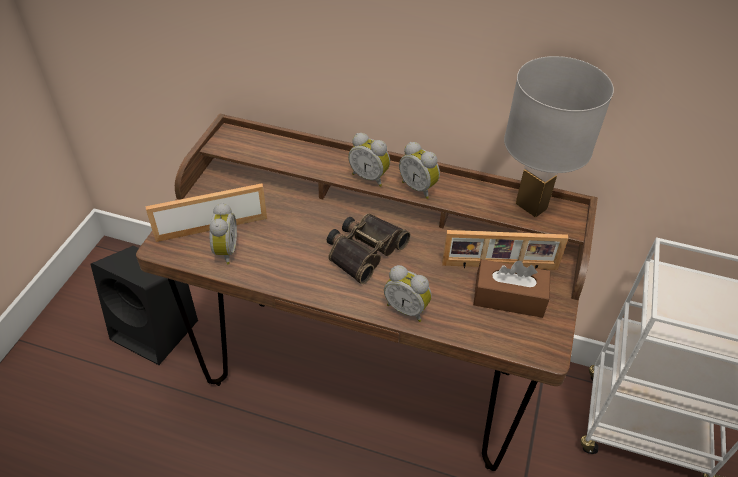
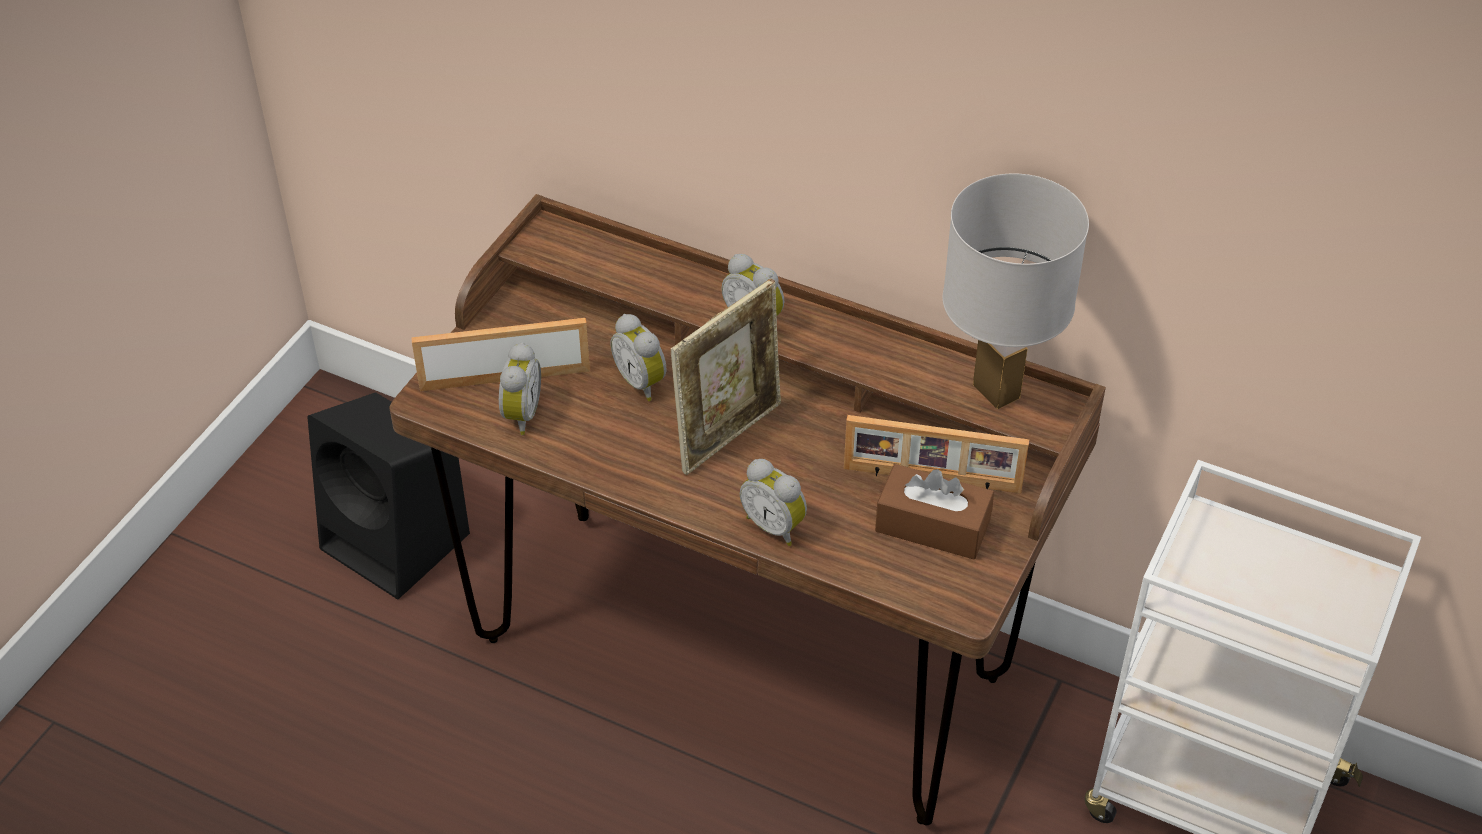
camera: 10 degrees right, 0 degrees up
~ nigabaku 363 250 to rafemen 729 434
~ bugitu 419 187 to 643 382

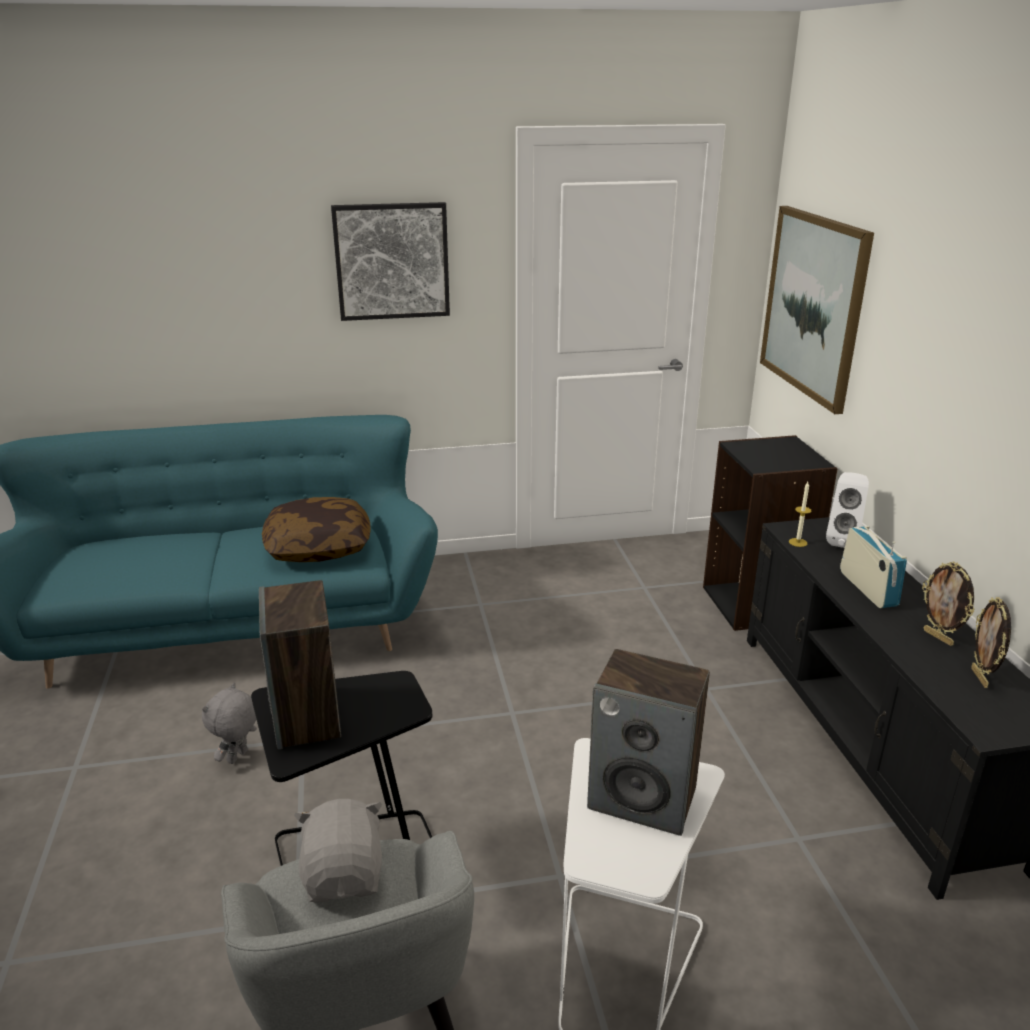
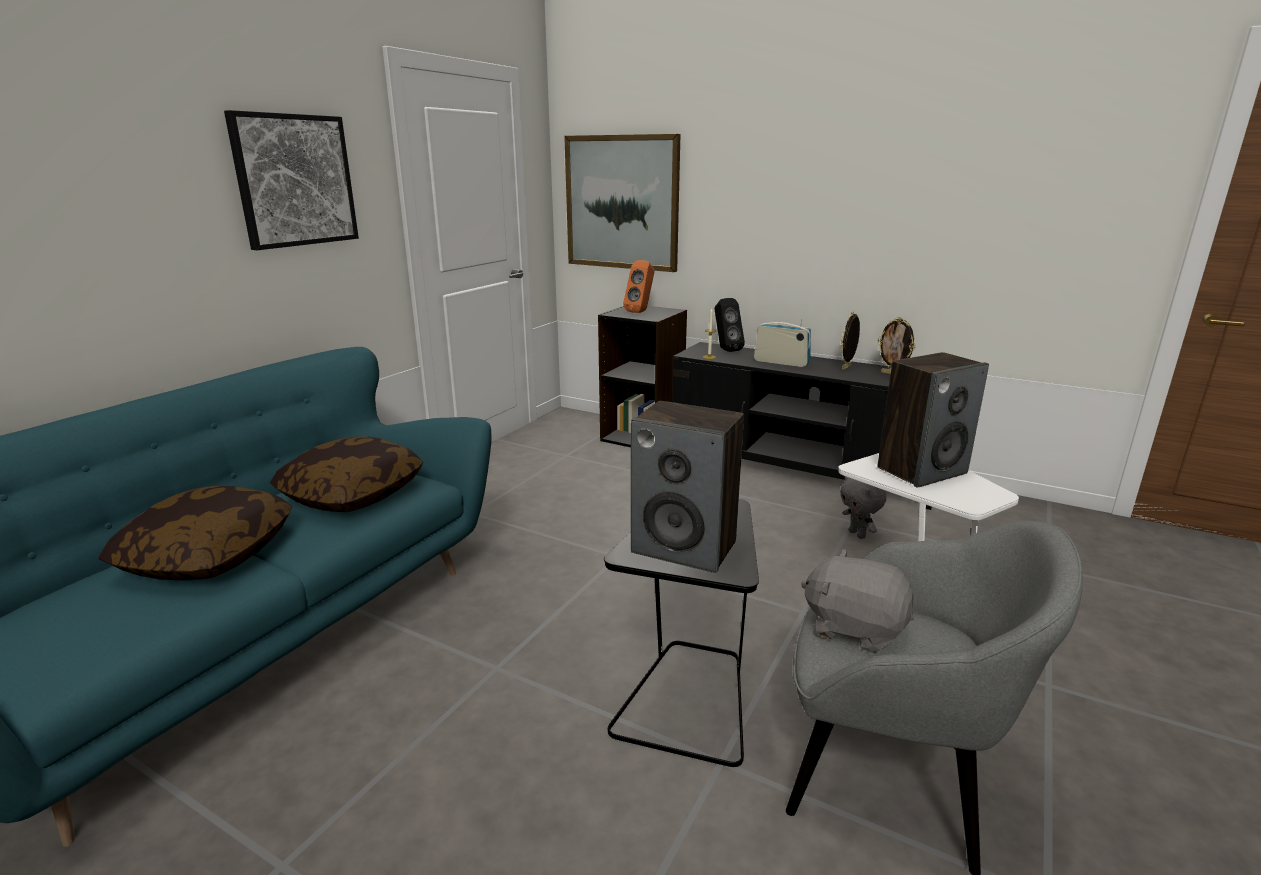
camera: 50 degrees left, 5 degrees down
~ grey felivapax 238 757 to 858 534
~ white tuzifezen 842 541 to black tuzifezen 725 350
~ rafemen 938 637 = 847 367 120 degrees clockwise
+ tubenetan 209 555
+ orange tuzifezen 641 312

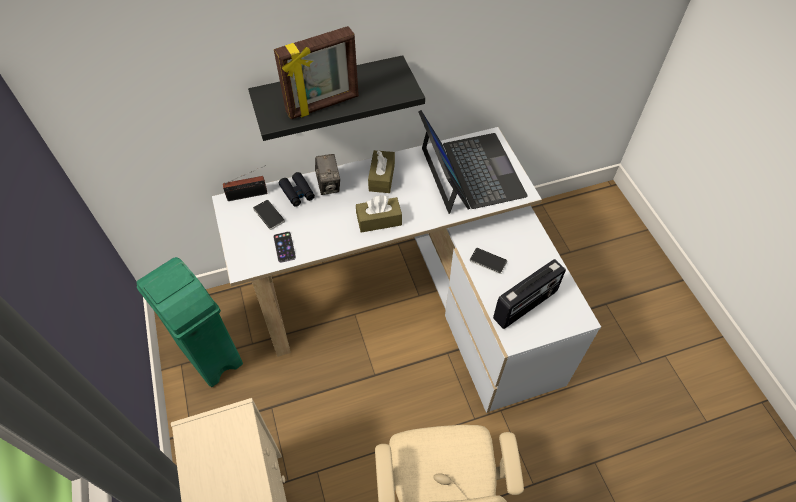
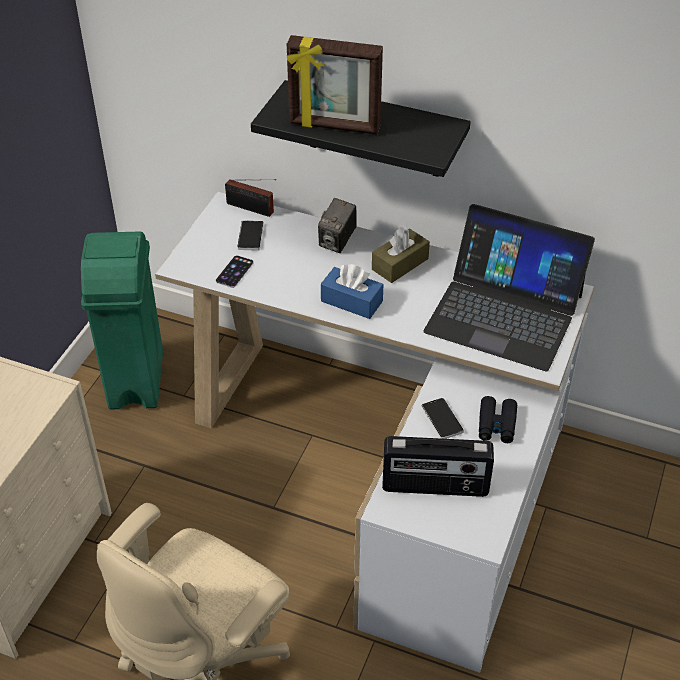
camera: 40 degrees right, 10 degrees down
~ black nigabaku 297 193 to 496 425
~ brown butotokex 379 220 to blue butotokex 351 301
~ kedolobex 470 172 = 504 313 90 degrees clockwise

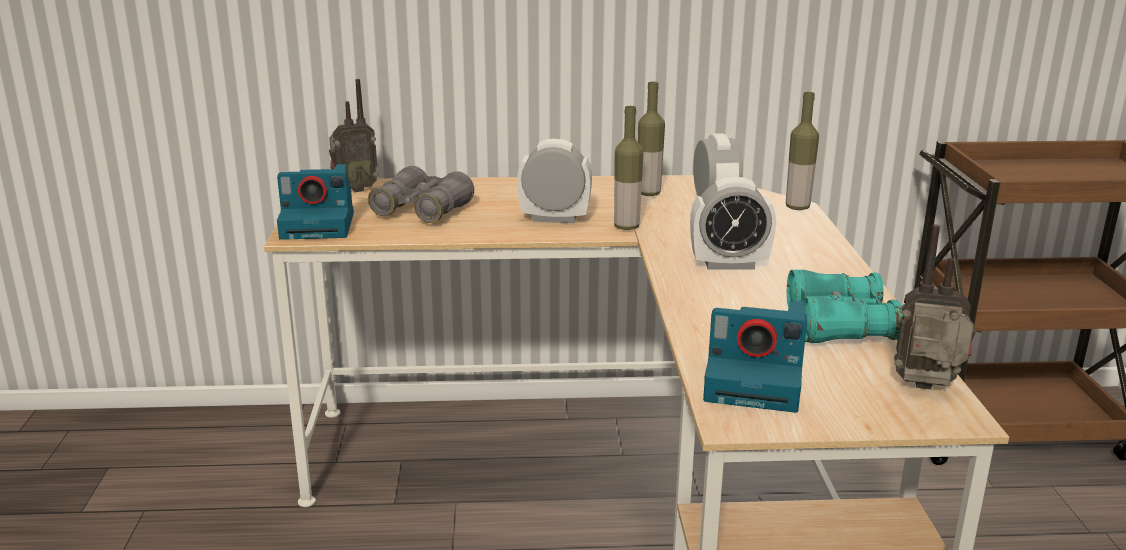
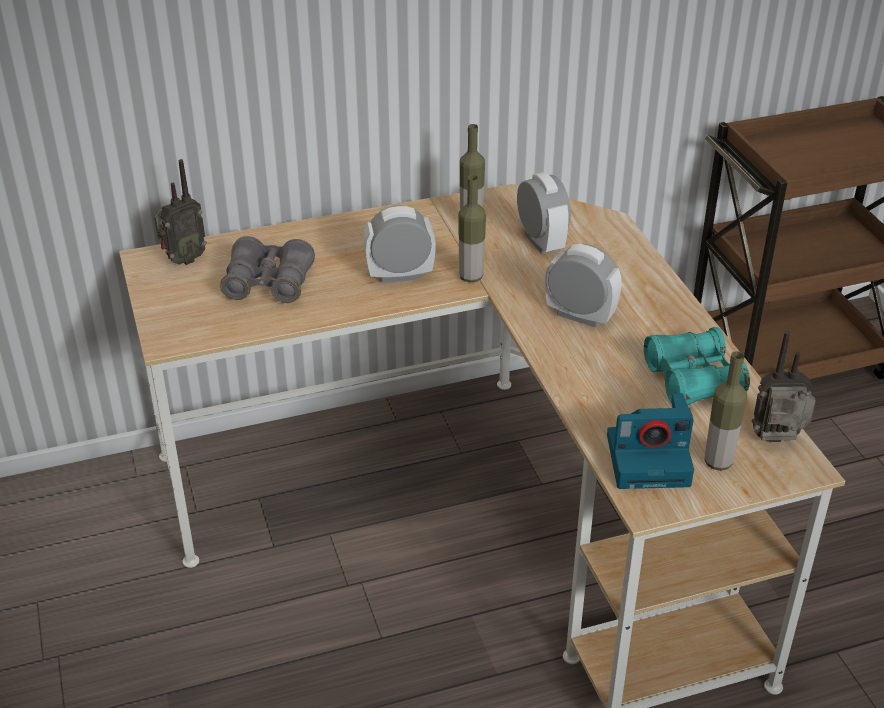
camera: 15 degrees left, 15 degrees up
- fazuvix 320 225
~ bugitu 729 264 = 580 315 135 degrees counterclockwise
~ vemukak 797 207 to 718 462

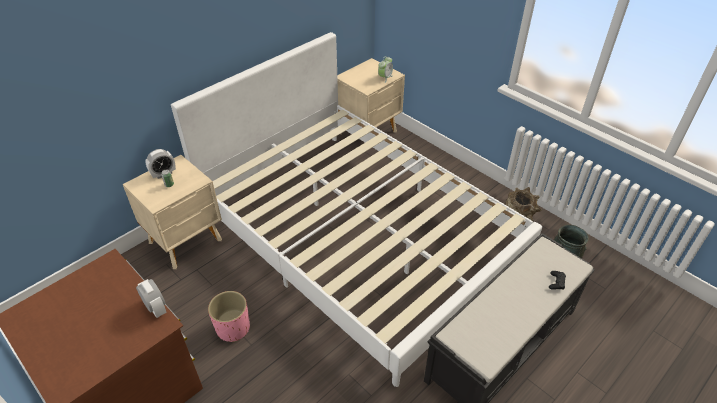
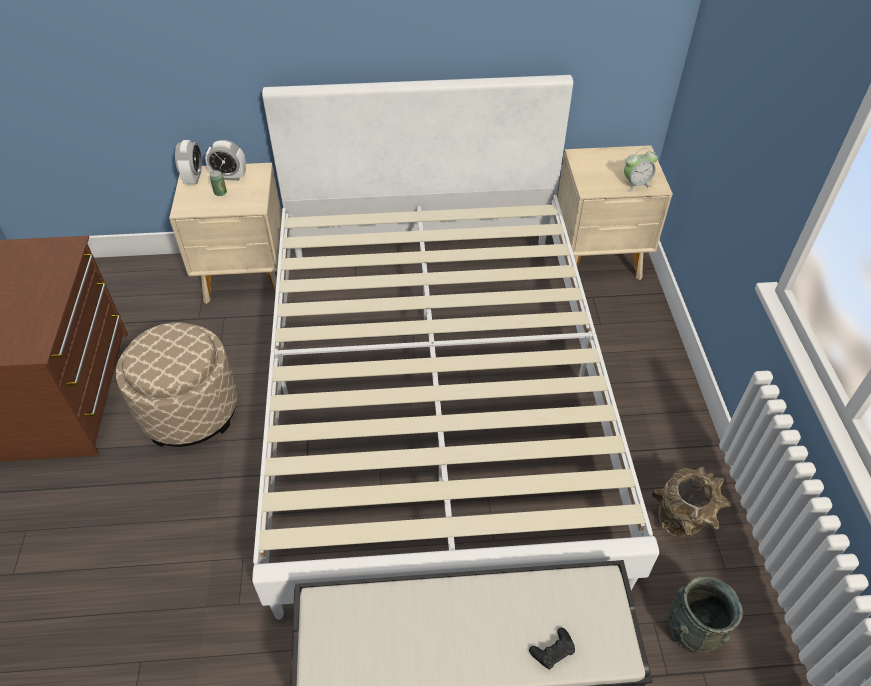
camera: 40 degrees right, 5 degrees up
~ bugitu 156 308 to 193 177
~ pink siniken 233 328 to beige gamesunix 190 410

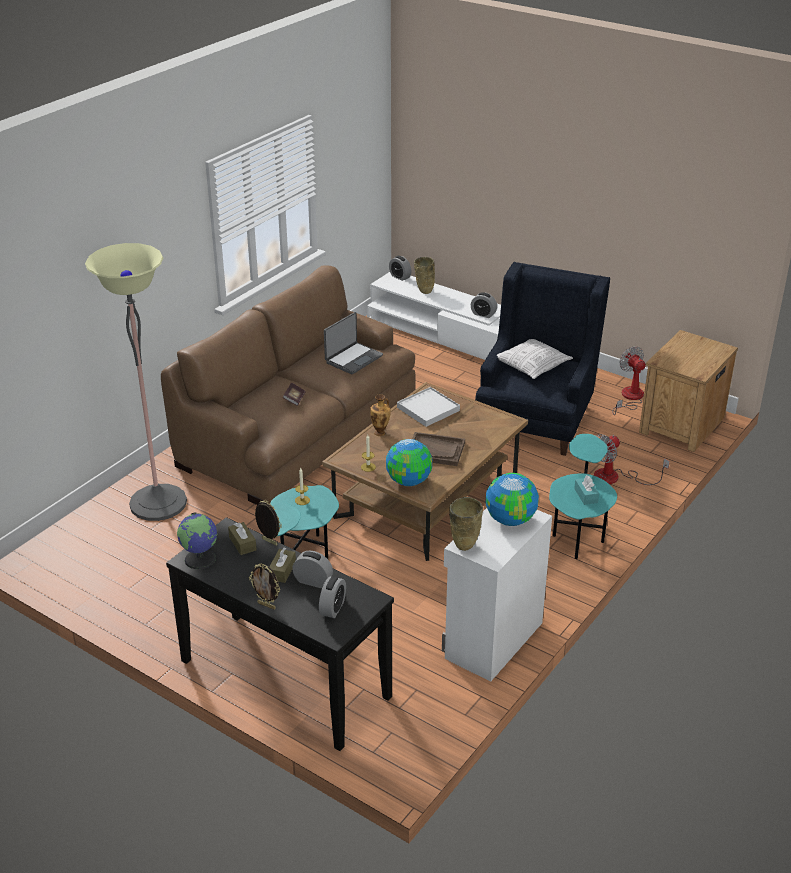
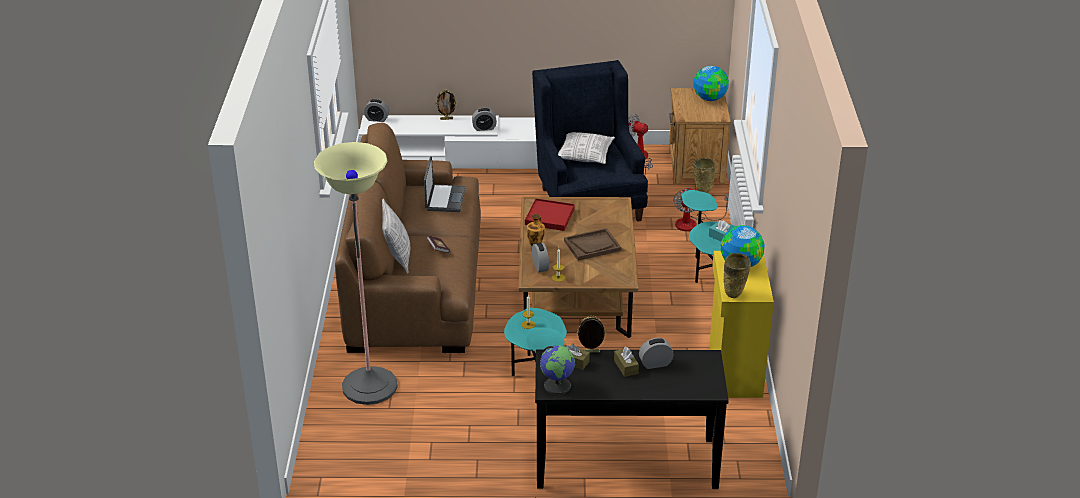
camera: 35 degrees left, 0 degrees up
~ rafemen 267 605 to 446 119
~ bugitu 333 608 to 540 266
~ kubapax 409 481 to 710 98
~ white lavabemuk 428 409 to red lavabemuk 549 217
~ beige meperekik 424 291 to 702 191
~ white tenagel 492 640 to yellow tenagel 734 370
+ tubenetan 397 257

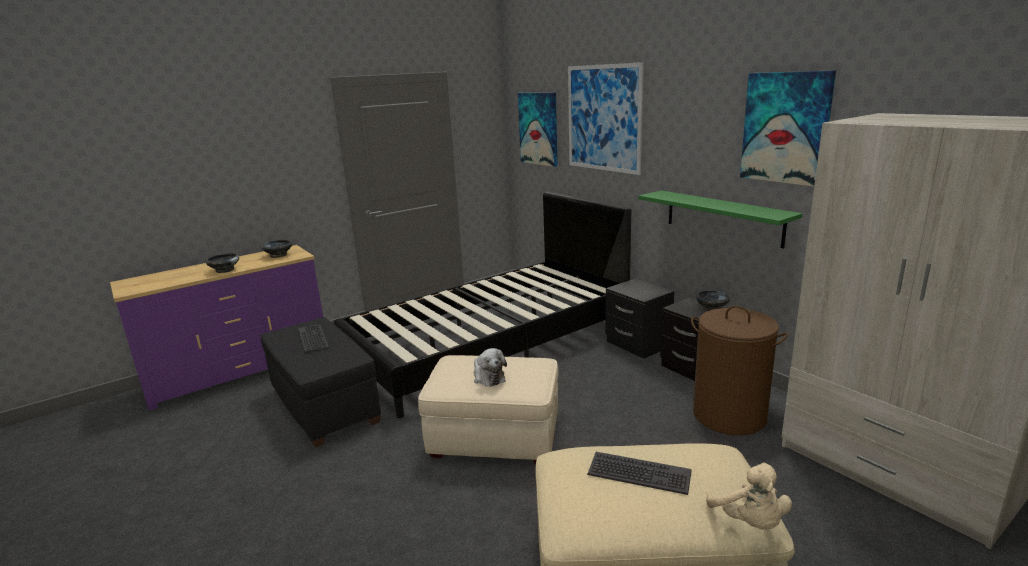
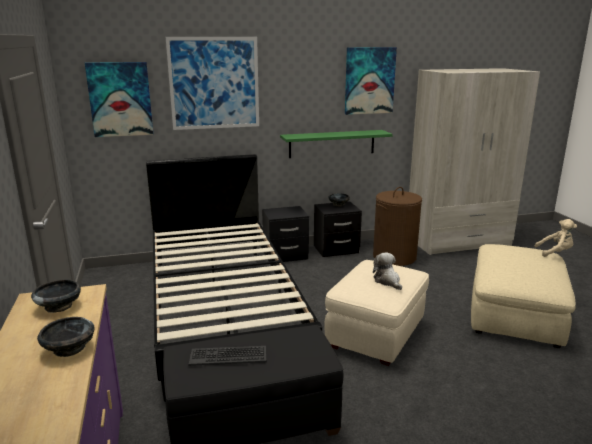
camera: 70 degrees left, 0 degrees up
~ felivapax 488 377 = 387 281 105 degrees counterclockwise
- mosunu 638 474

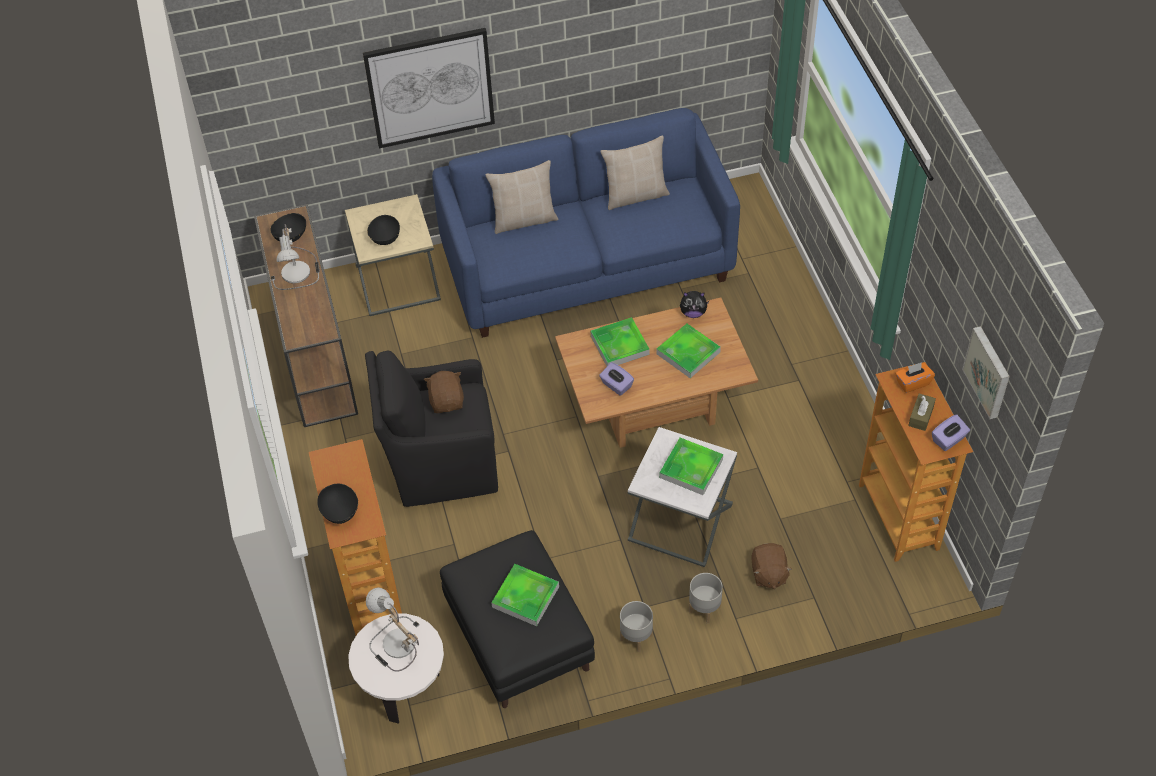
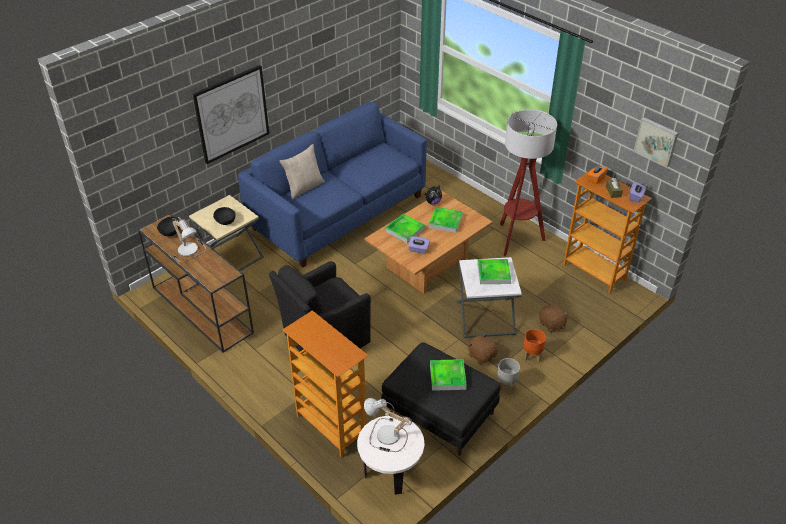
camera: 30 degrees left, 10 degrees down
- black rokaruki 340 511
~ brown felivapax 447 401 to 481 356
- beige tubenetan 635 195
~ grey siniken 704 609 to orange siniken 532 355
+ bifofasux 516 239

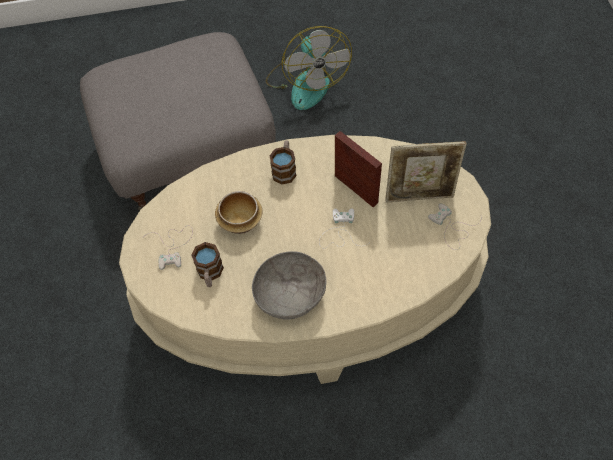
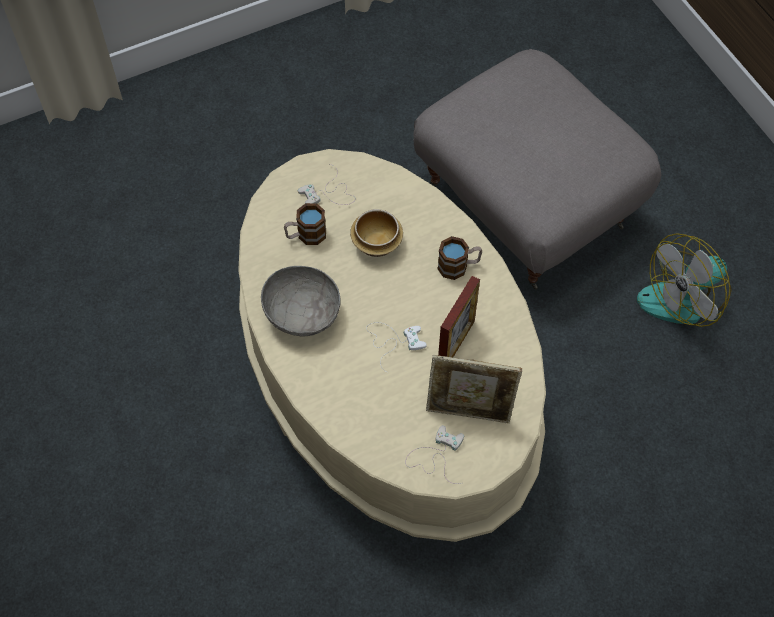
camera: 70 degrees right, 0 degrees up
~ rafemen 419 196 = 469 412 60 degrees counterclockwise

